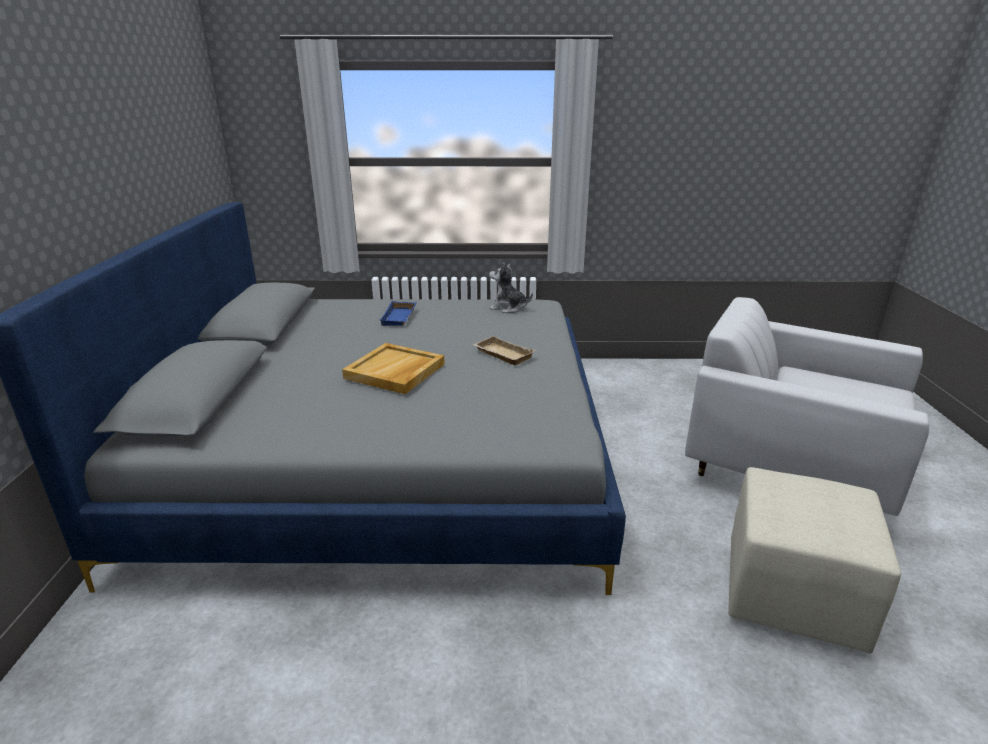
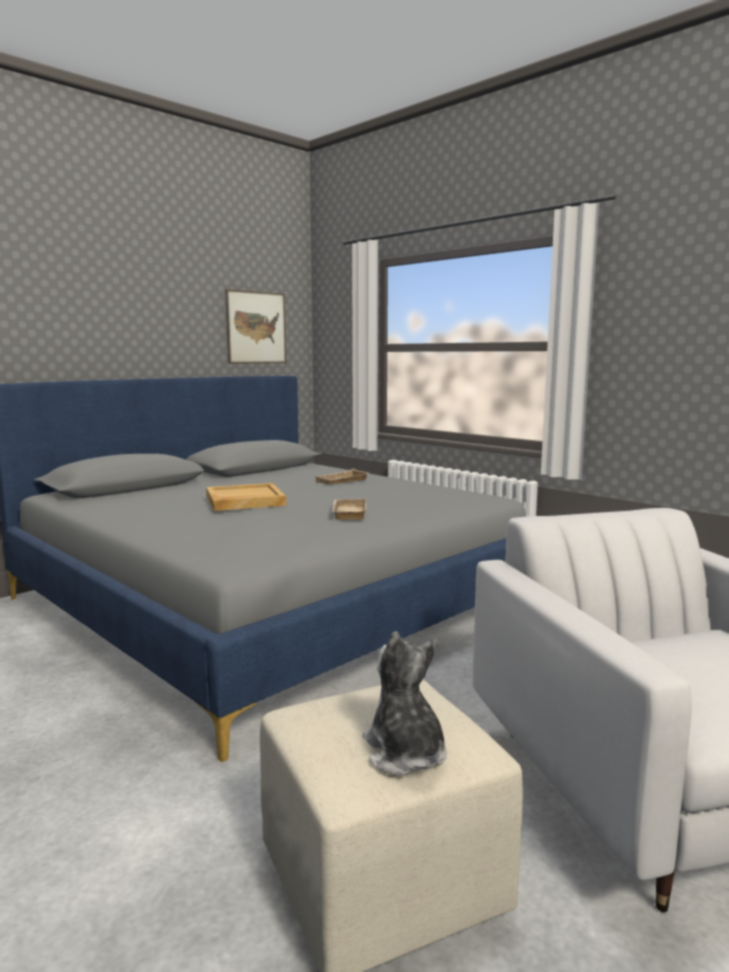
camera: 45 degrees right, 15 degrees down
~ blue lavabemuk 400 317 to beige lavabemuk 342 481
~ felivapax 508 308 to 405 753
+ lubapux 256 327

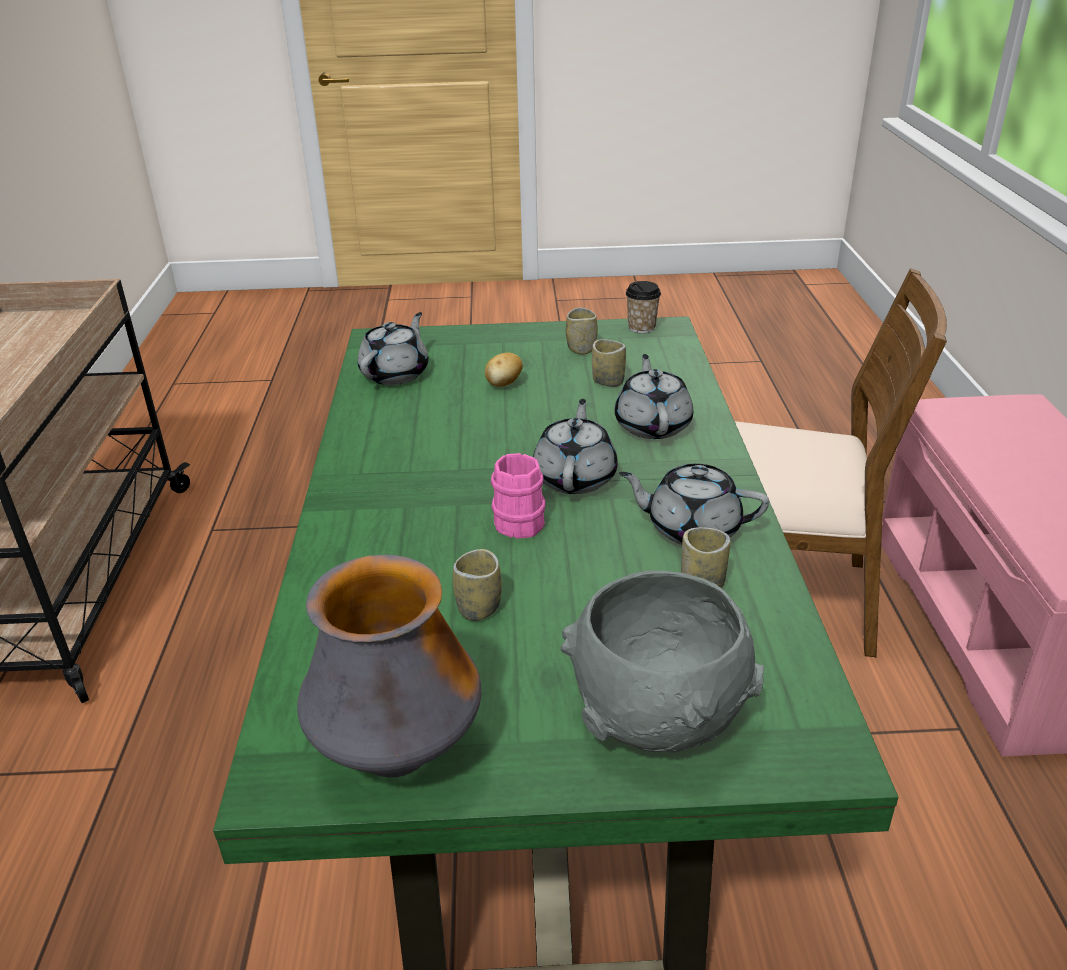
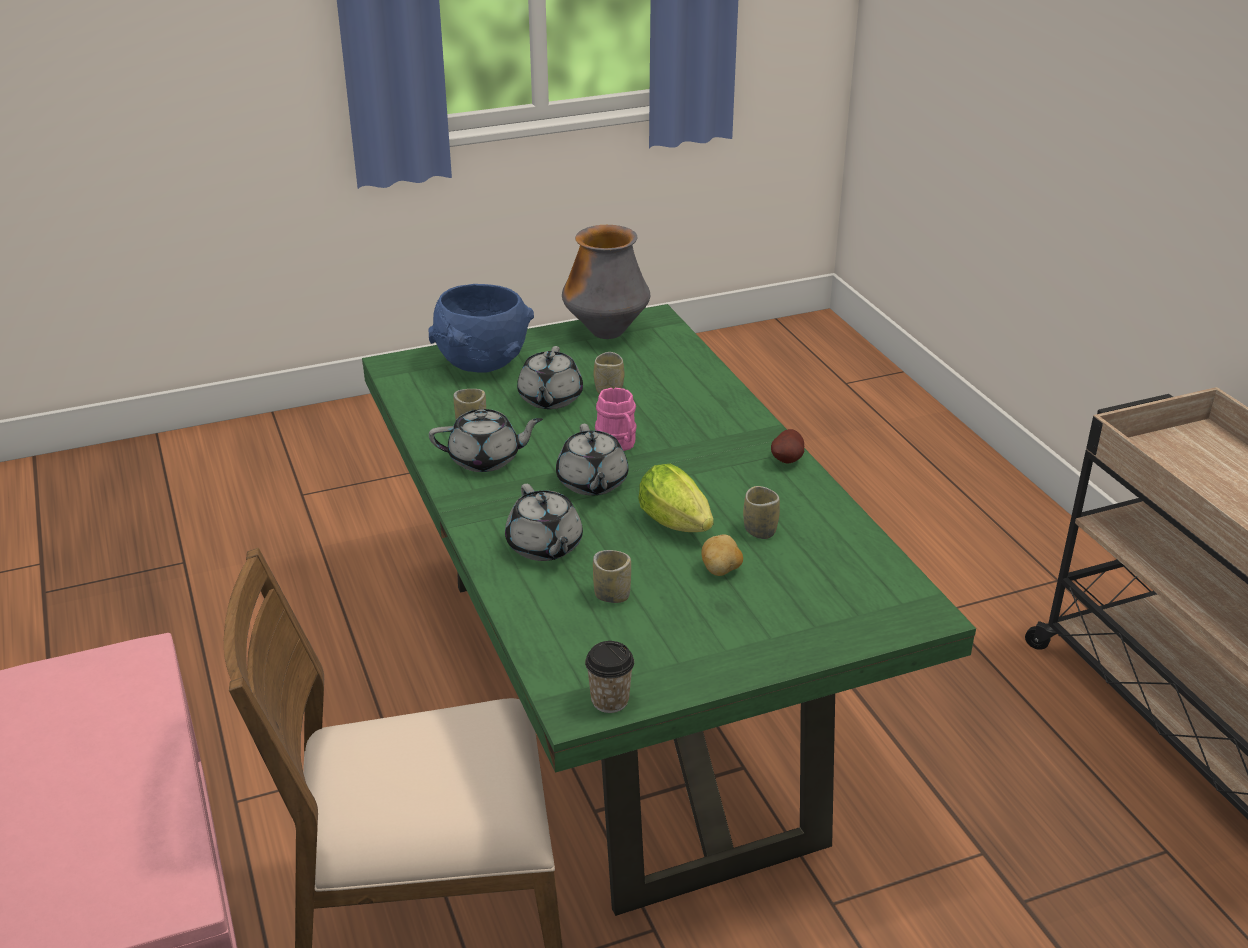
camera: 160 degrees right, 0 degrees up
~ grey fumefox 396 373 to 550 399
~ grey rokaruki 660 717 to blue rokaruki 482 364
~ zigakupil 581 349 to 760 530
+ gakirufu 679 526
+ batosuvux 788 460

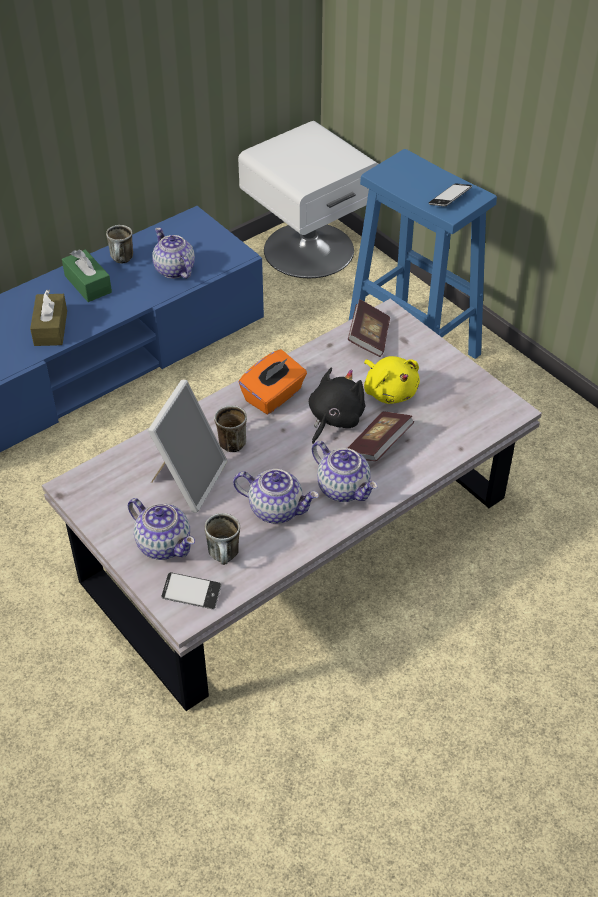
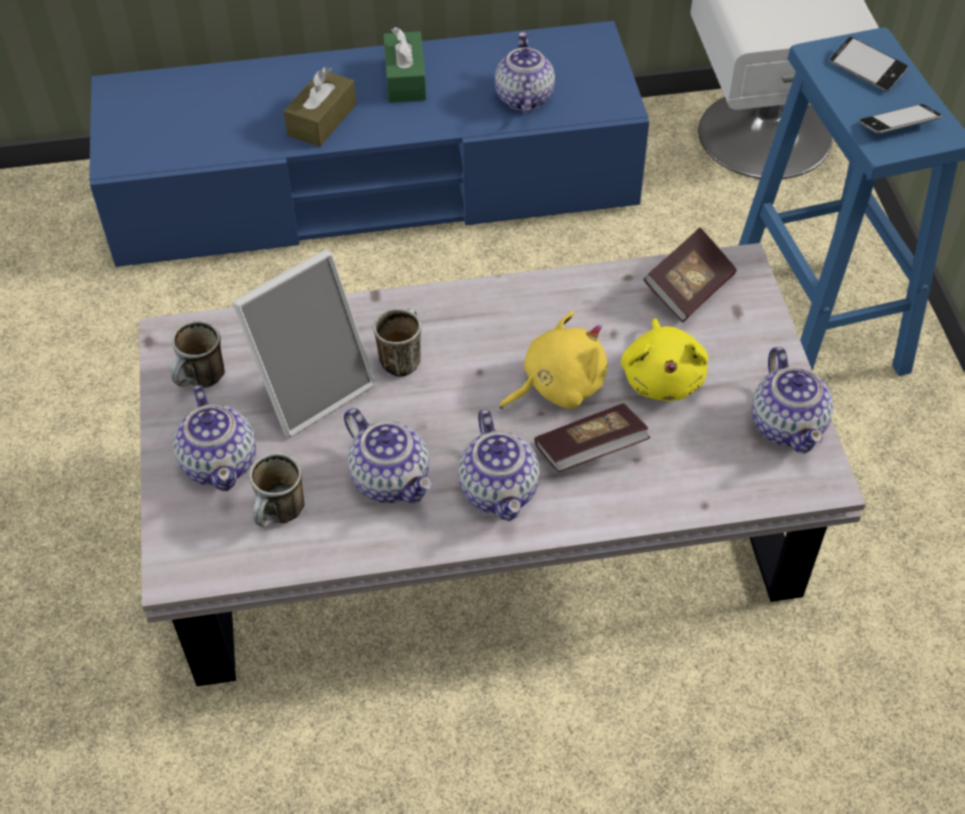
camera: 30 degrees right, 5 degrees up
~ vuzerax 123 261 to 202 381
~ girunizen 191 594 to 867 69
- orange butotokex 273 396
~ black felivapax 334 419 to yellow felivapax 558 386
+ fumefox 787 424

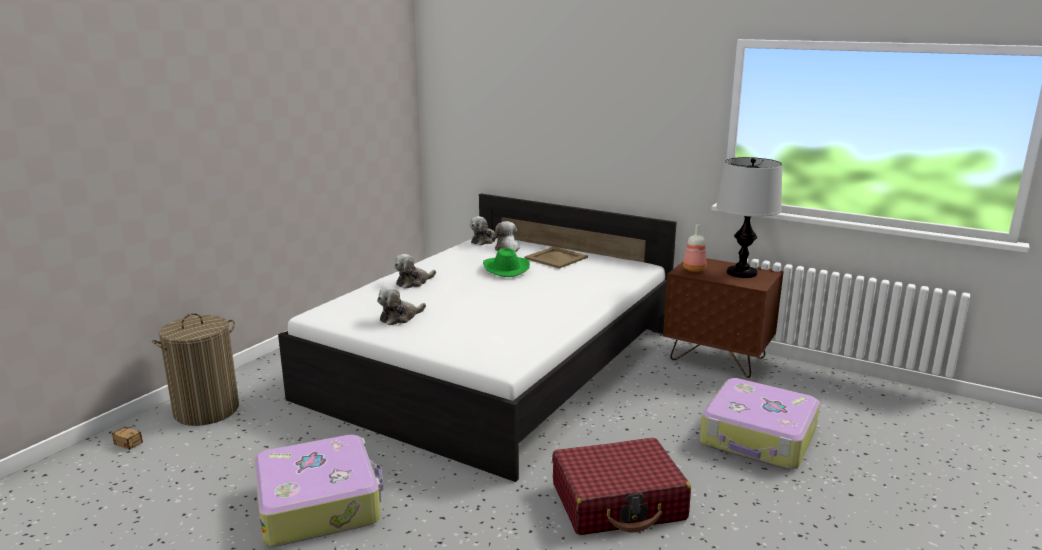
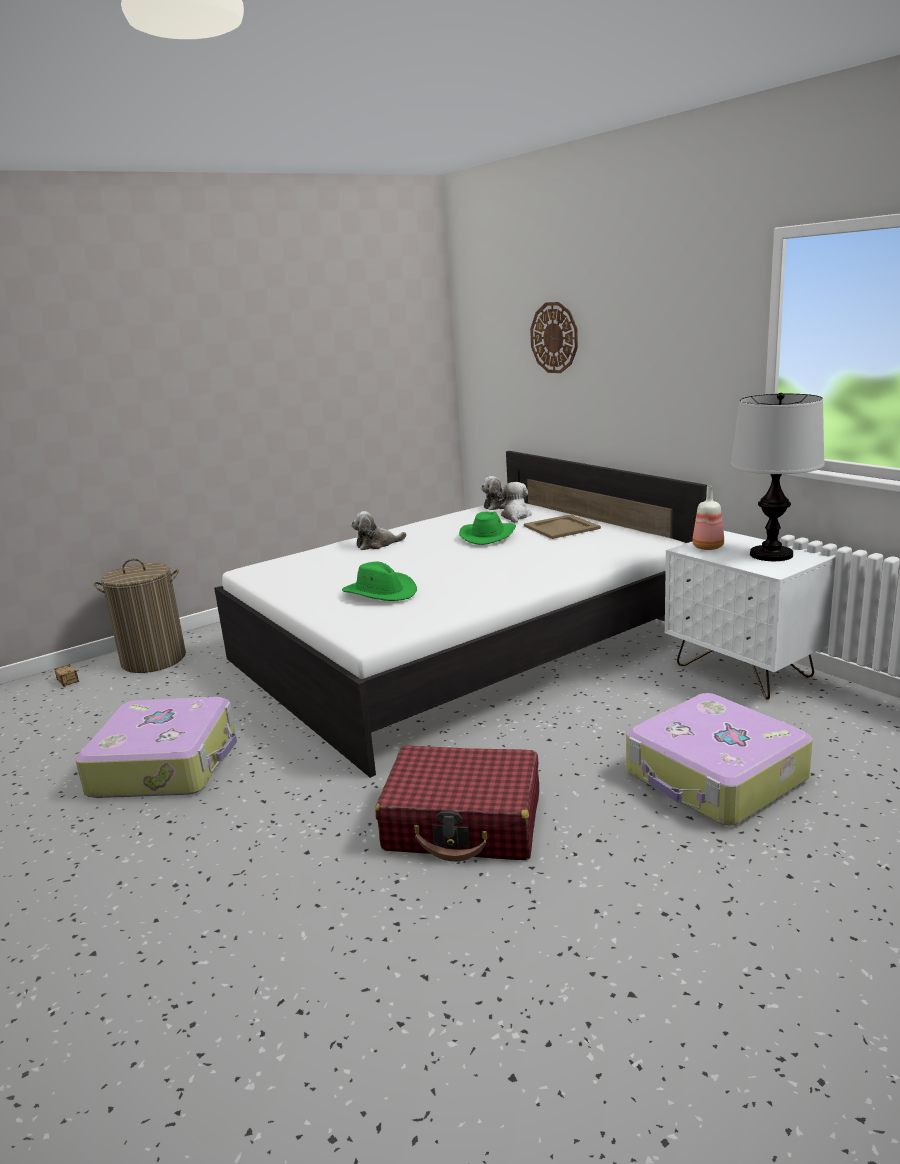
camera: 25 degrees right, 0 degrees up
- felivapax 399 317
~ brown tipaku 718 359 to white tipaku 744 671
+ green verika 380 592
+ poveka 554 337

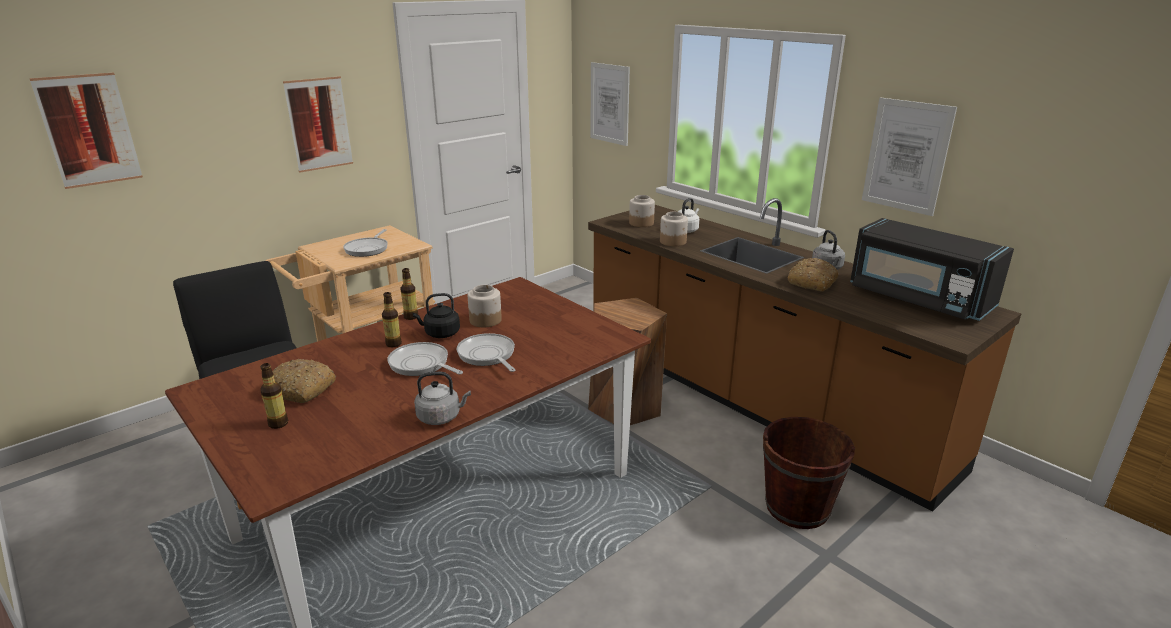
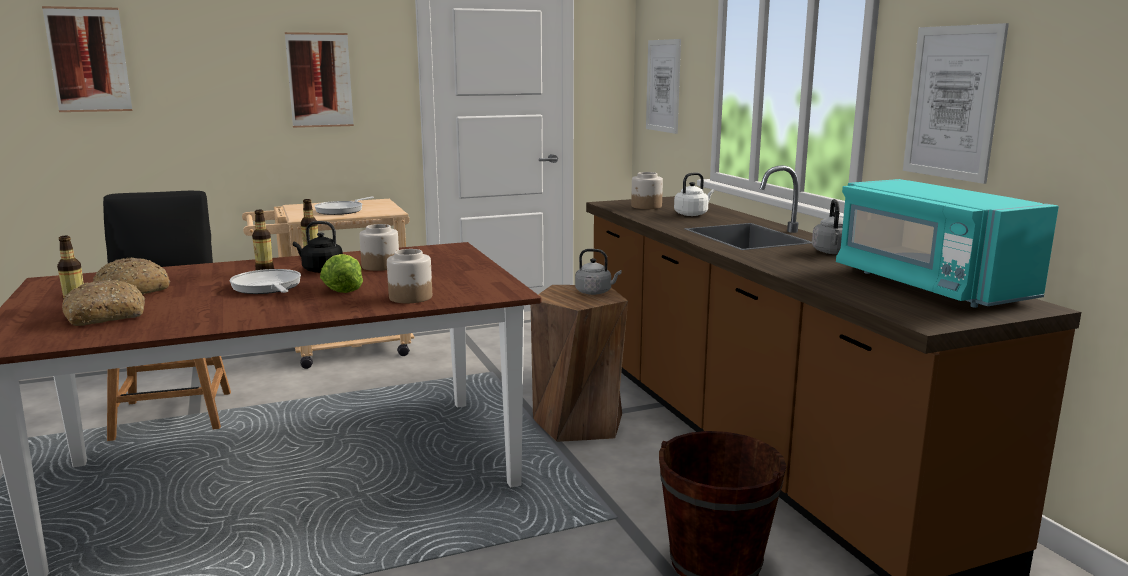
camera: 20 degrees right, 10 degrees down
~ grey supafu 441 417 to 595 292
~ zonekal 487 355 to gakirufu 342 289
~ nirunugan 673 242 to 411 297
~ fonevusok 811 282 to 107 316
~ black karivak 918 299 to turquoise karivak 927 285

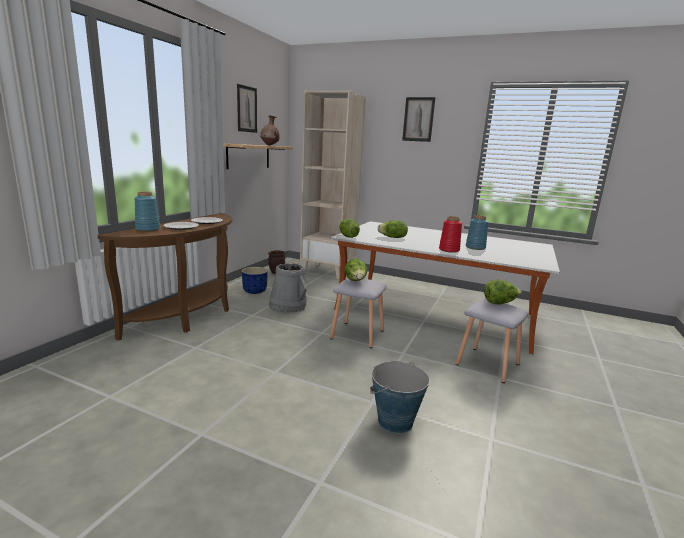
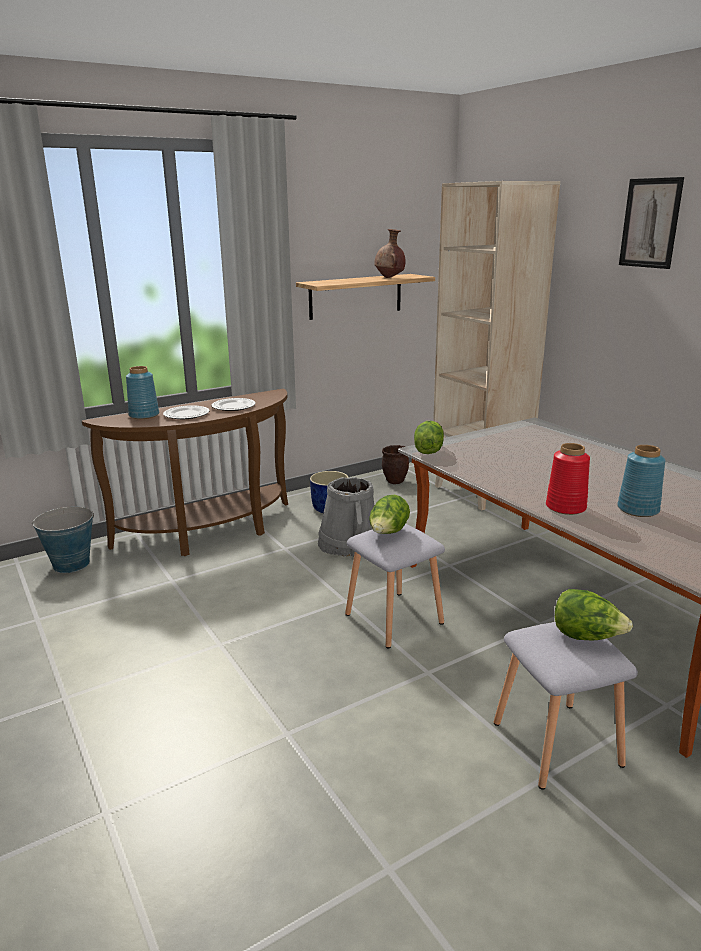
camera: 35 degrees right, 5 degrees up
- lubapux 247 109
~ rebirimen 395 421 to 71 564
- gakirufu 393 237

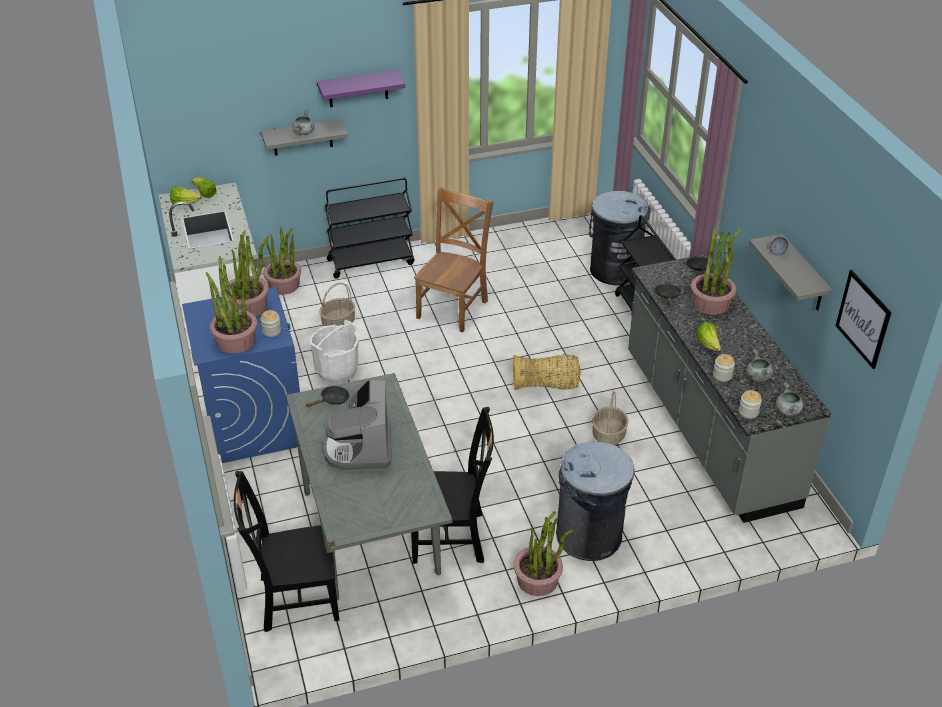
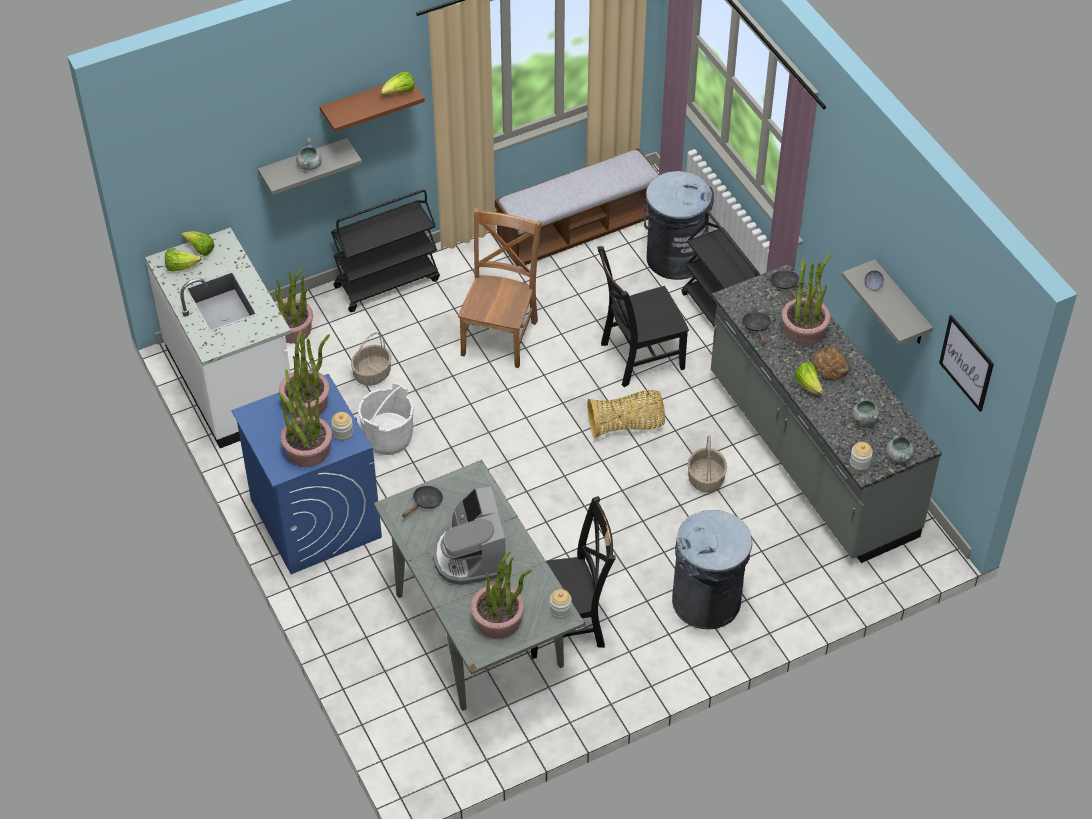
camera: 10 degrees left, 10 degrees up
~ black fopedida 295 599 to 638 357
~ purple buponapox 358 89 to brown buponapox 365 104
~ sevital 538 580 to 498 620
~ nirunugan 722 375 to 560 610
+ gakirufu 399 93
+ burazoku 578 229
+ fonevusok 831 367

